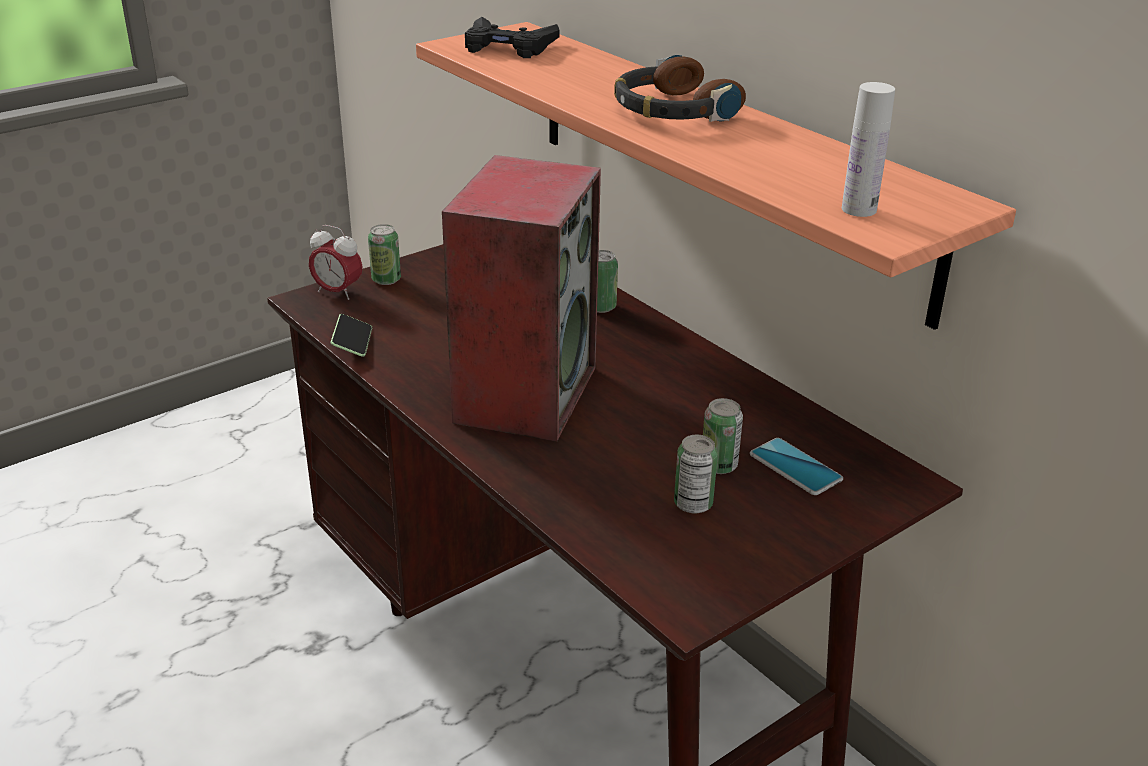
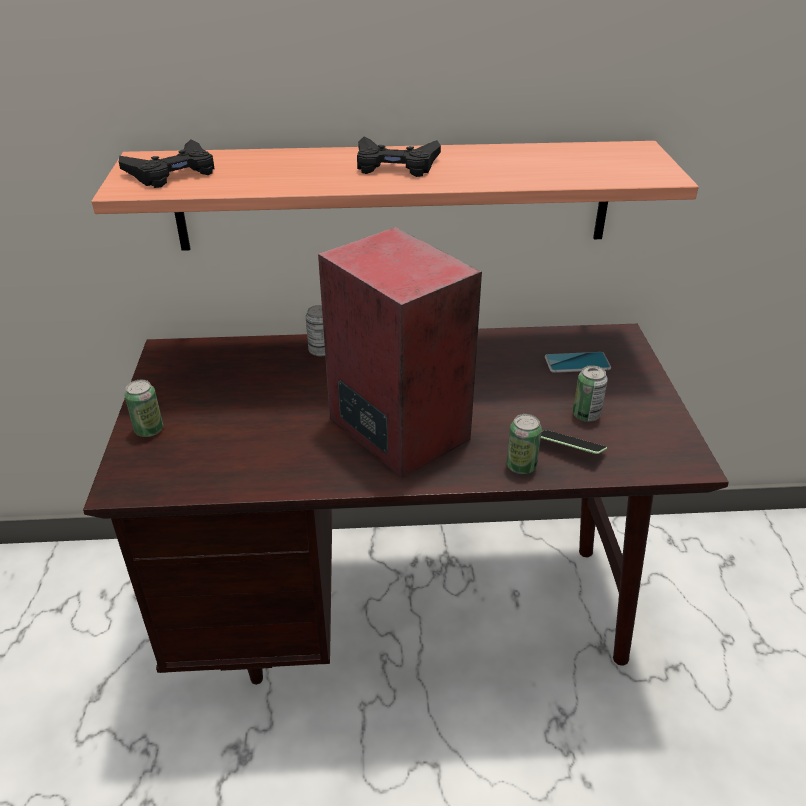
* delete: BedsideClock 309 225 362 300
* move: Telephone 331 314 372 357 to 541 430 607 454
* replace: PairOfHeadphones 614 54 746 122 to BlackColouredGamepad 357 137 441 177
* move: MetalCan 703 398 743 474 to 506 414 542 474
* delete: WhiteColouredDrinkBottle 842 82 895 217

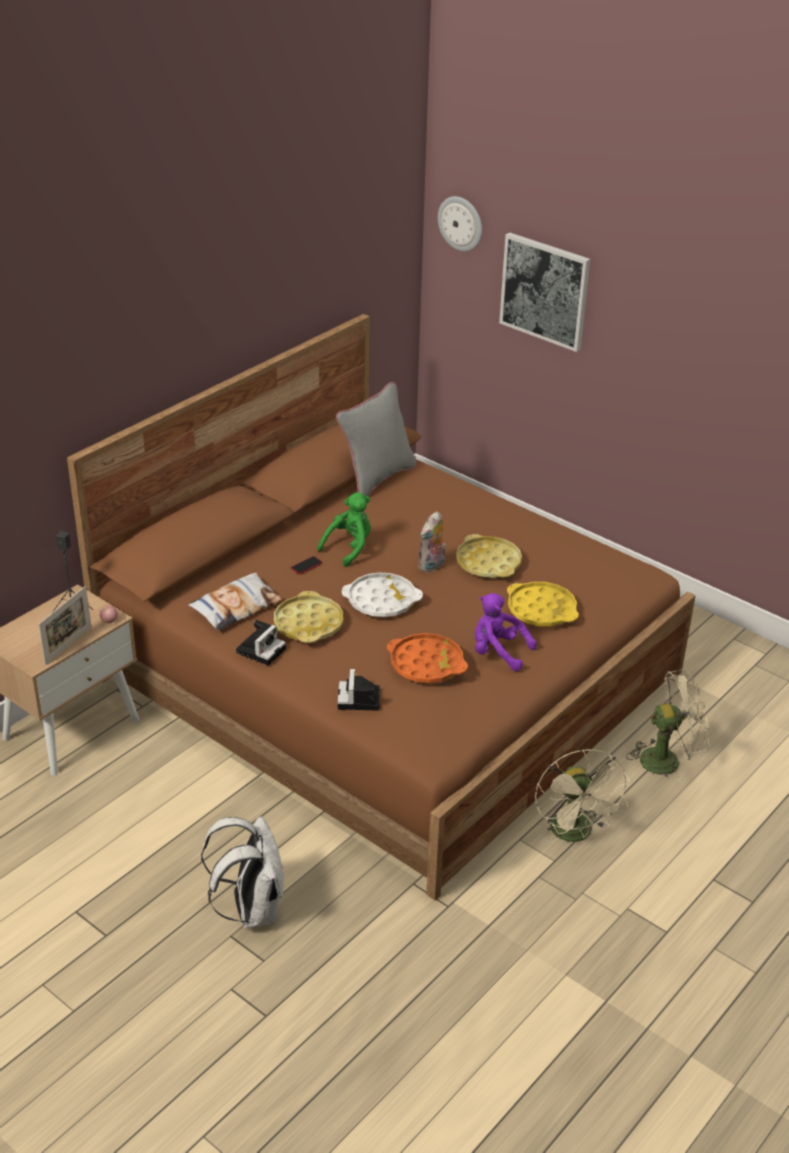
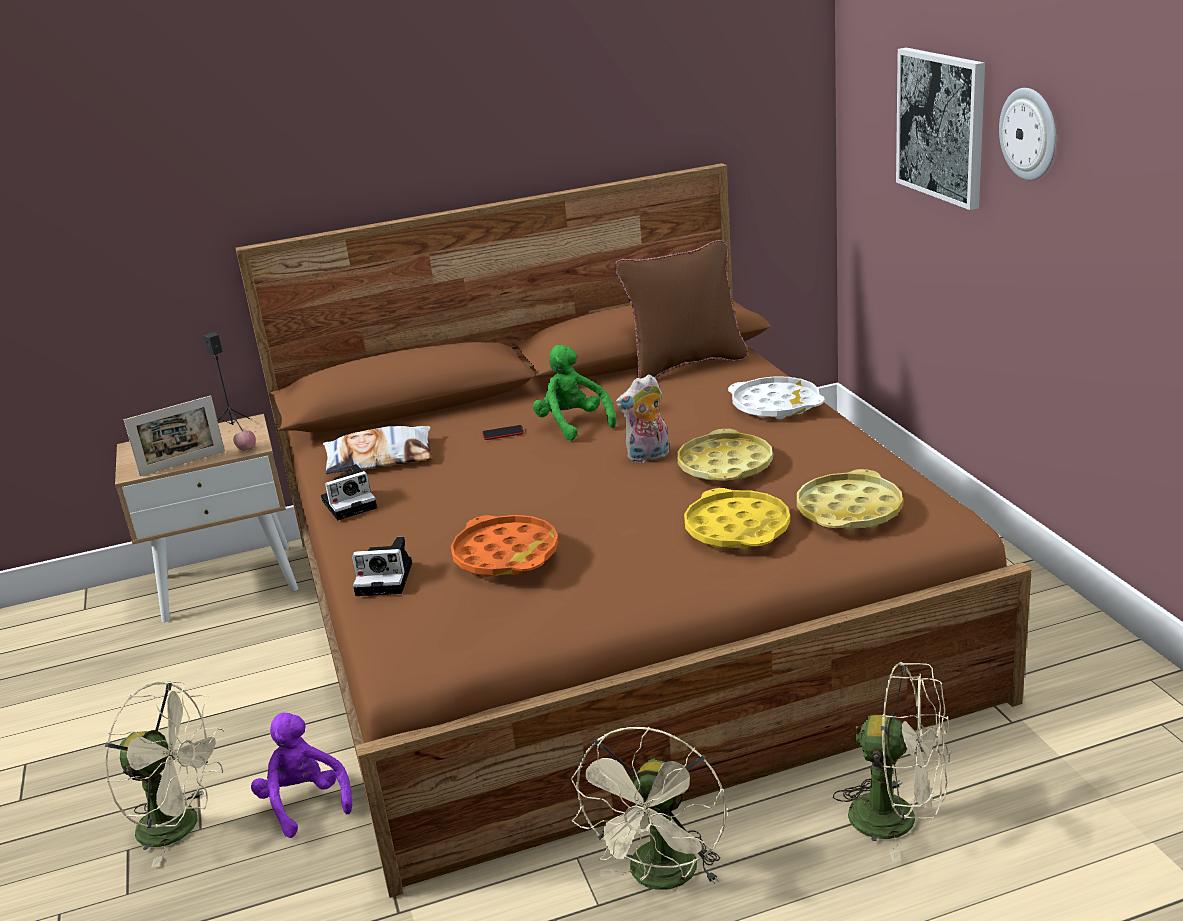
* replace: WhiteColouredBackpack 201 816 284 929 to BeigeColouredCoolingFan 105 681 224 868
* move: YellowCarryingTray 274 591 343 643 to 797 469 903 530
* rotate: GreenColouredSoftToy 317 492 371 567 = 533 345 616 441 105 degrees counterclockwise
* recolor: GreyishCushion 336 382 417 496 to BrownCushion 615 240 748 378
* rotate: PhotoCamera 337 669 381 711 = 352 537 412 596 120 degrees counterclockwise
* move: WhiteColouredCarryingTray 342 572 423 617 to 728 376 825 419
* move: HangingClock 438 196 482 251 to 999 88 1056 180
* move: PurplishSoftToy 475 593 537 671 to 251 713 352 838

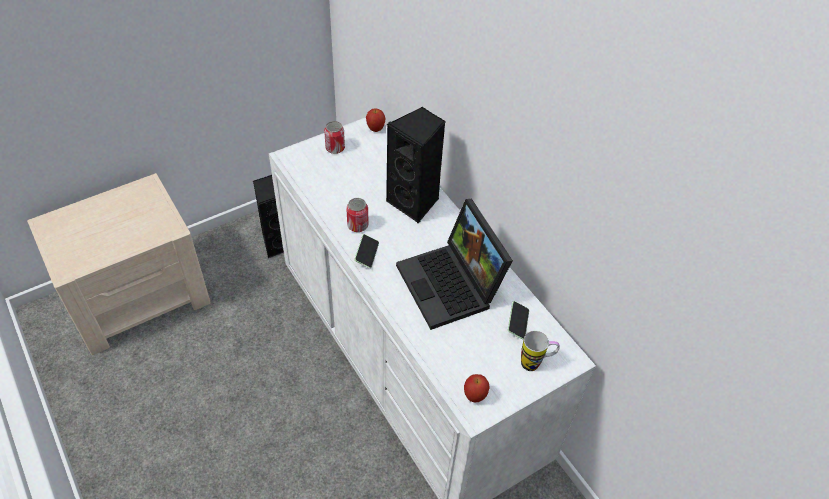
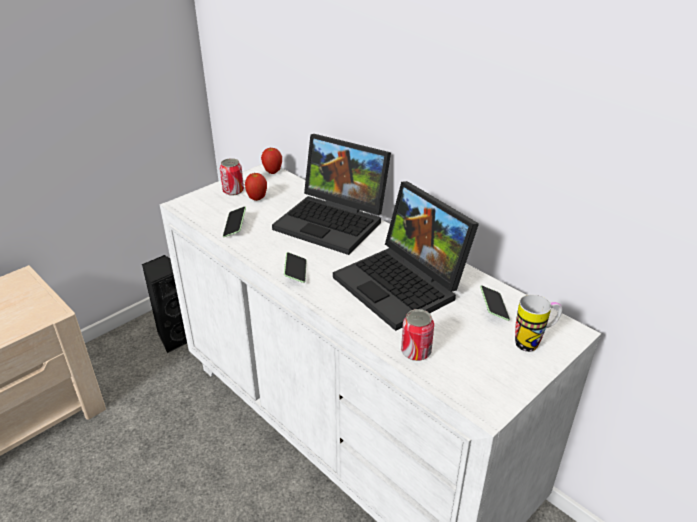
* move: MetalCan 346 198 369 232 to 401 309 434 361
* replace: BlackColouredSpeaker 386 107 445 223 to PortableComputer 272 134 391 255
* move: AppleFruit 464 374 490 402 to 245 172 267 201
* insert: Telephone 223 206 246 237

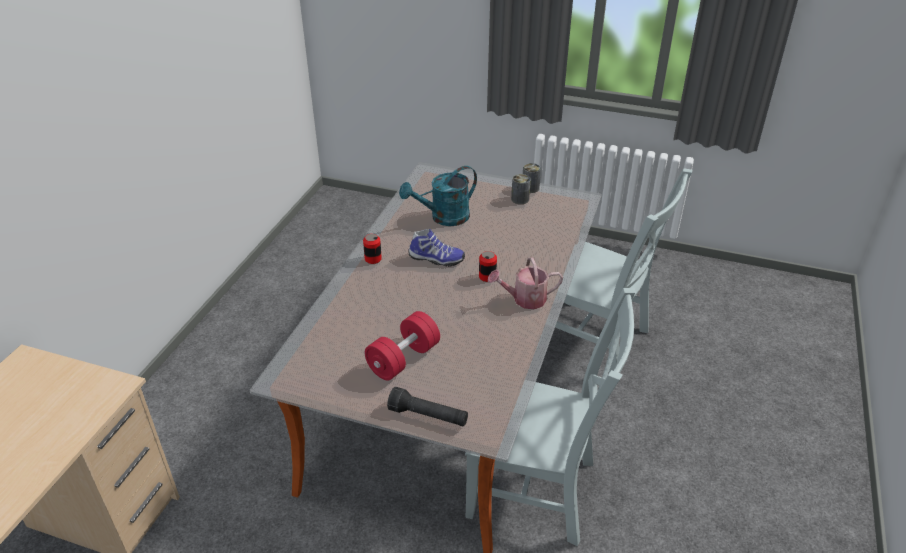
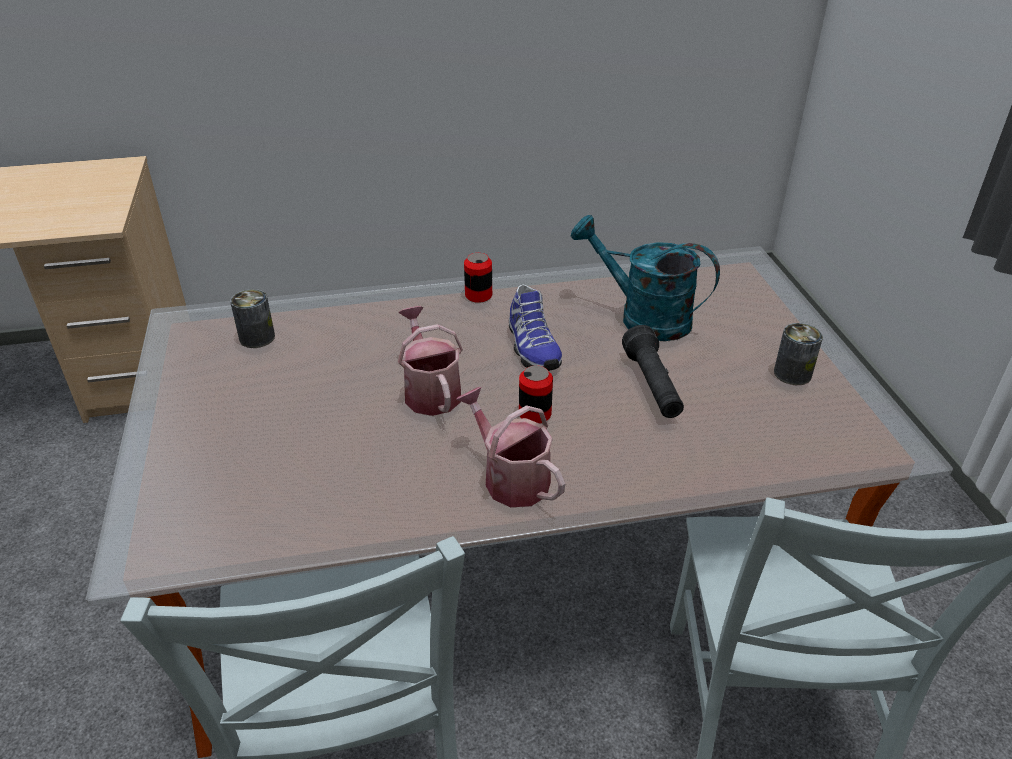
* delete: ReddishDumbbell 364 311 440 380
* move: BlackColouredHandTorch 387 387 468 426 to 622 325 684 418
* move: MetalCan 523 163 541 193 to 230 289 275 348
* insert: WateringCan 398 306 463 416

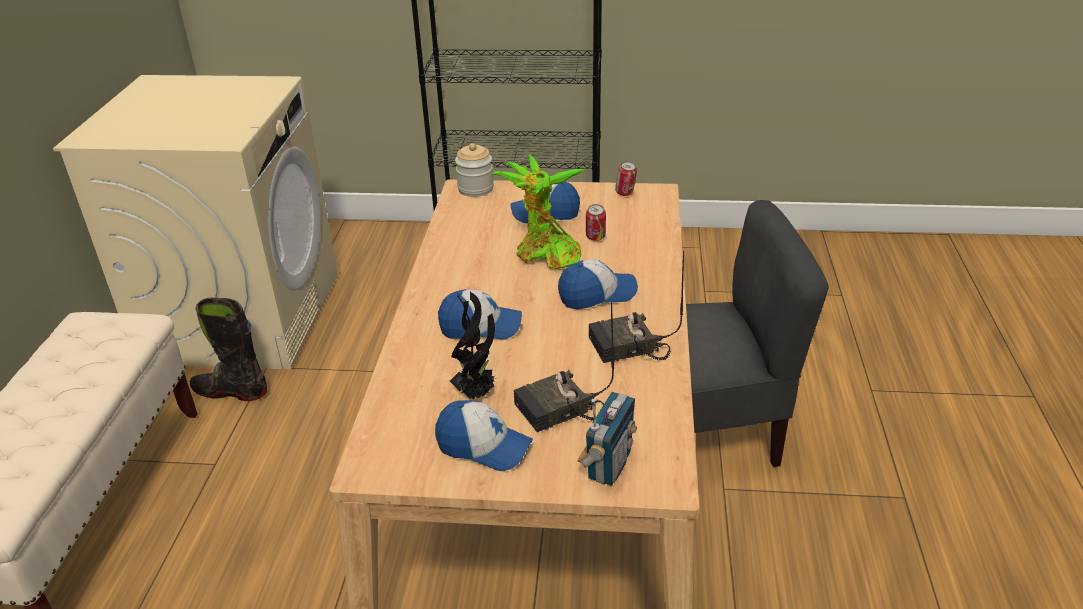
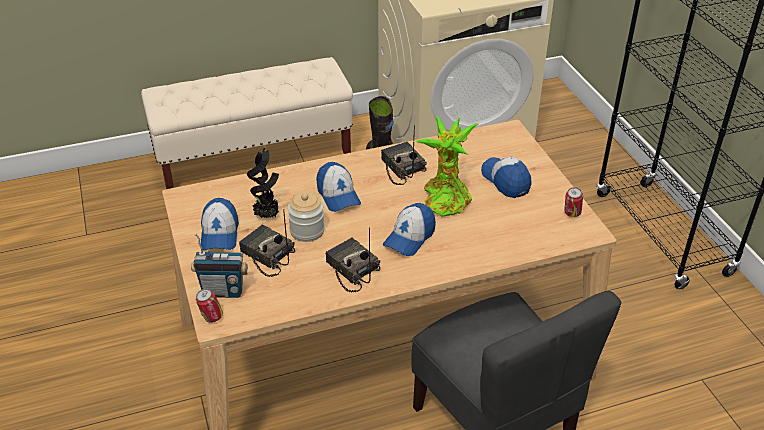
* move: Jar 455 143 494 197 to 288 192 325 242
* rotate: Cap 558 259 638 309 = 383 203 436 256 75 degrees clockwise
* move: MetalCan 586 204 606 241 to 196 289 223 323
* insert: Radio 381 124 427 185

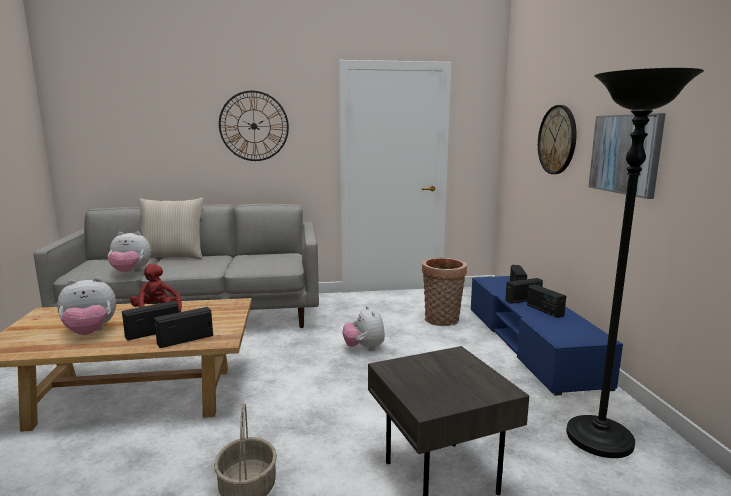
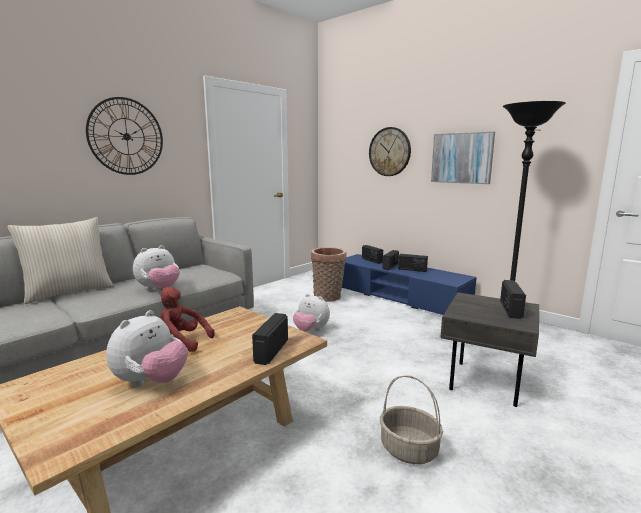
* move: SoftToy 108 231 151 272 to 133 245 180 291
* move: Radio 122 301 179 341 to 500 280 526 319

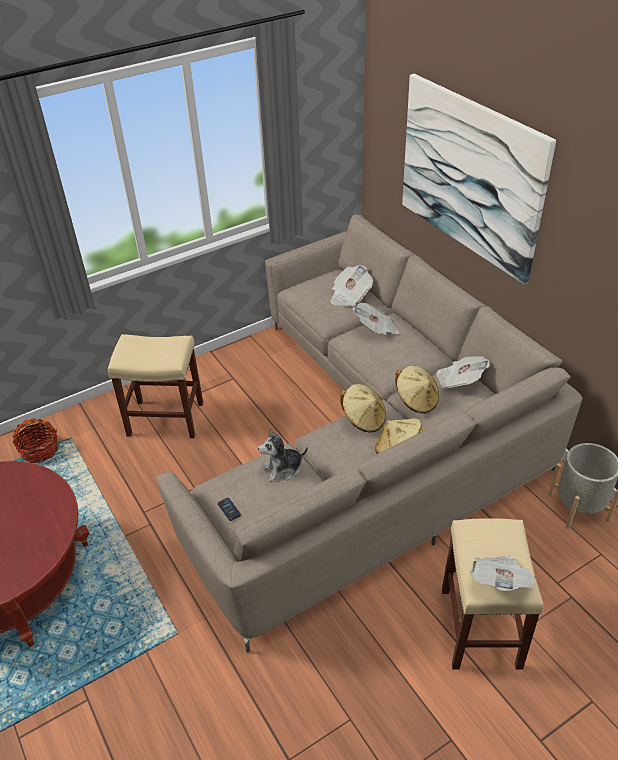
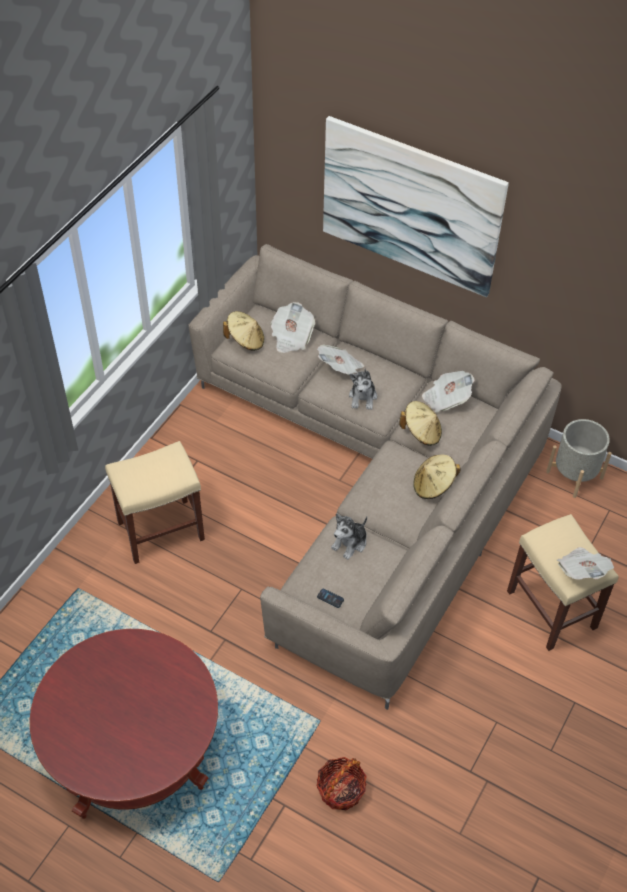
* move: StorageBasket 13 418 58 463 to 317 757 367 810
* move: BeigeColouredClothingHat 340 384 386 432 to 223 311 264 351
* insert: SoftToy 349 368 377 410

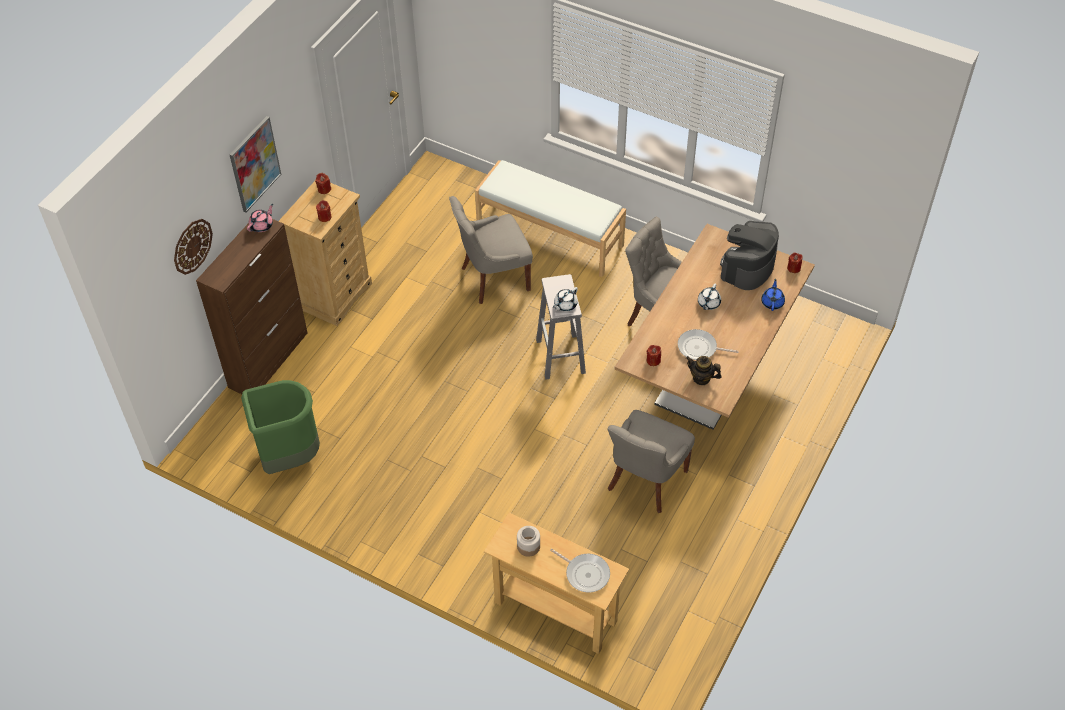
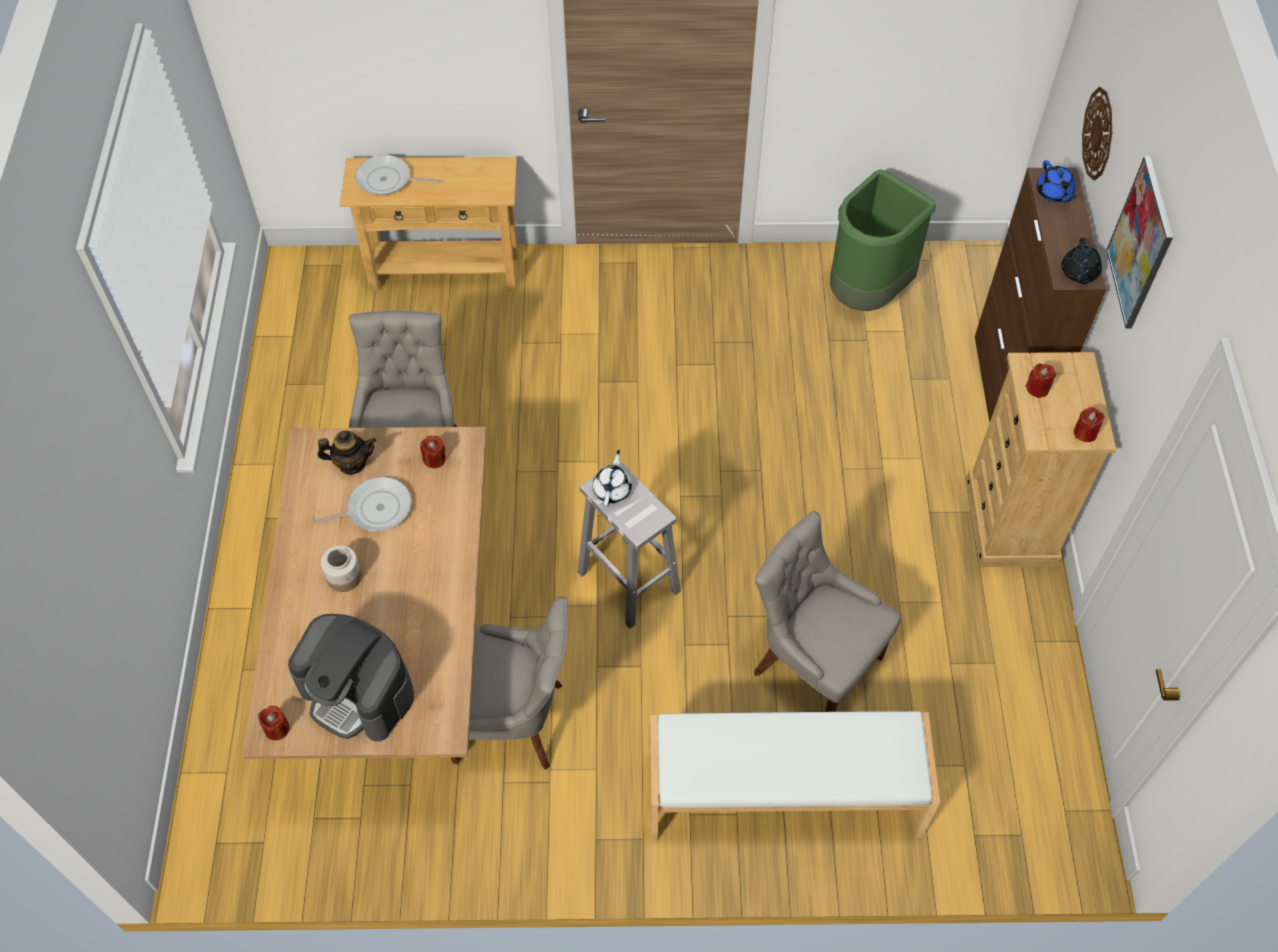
* recolor: PinkColouredPotForTea 247 204 273 232 to BlackColouredPotForTea 1062 238 1102 284
* rotate: GreyishPlainChair 449 196 533 304 = 754 511 901 712 90 degrees counterclockwise
* move: Jar 517 526 540 557 to 321 545 362 592
* delete: WhiteColouredPotForTea 698 284 721 310
* rotate: CoffeeMaker 720 221 779 290 = 288 614 414 741 120 degrees clockwise
* move: BlueColouredPotForTea 761 279 785 311 to 1037 160 1076 202

